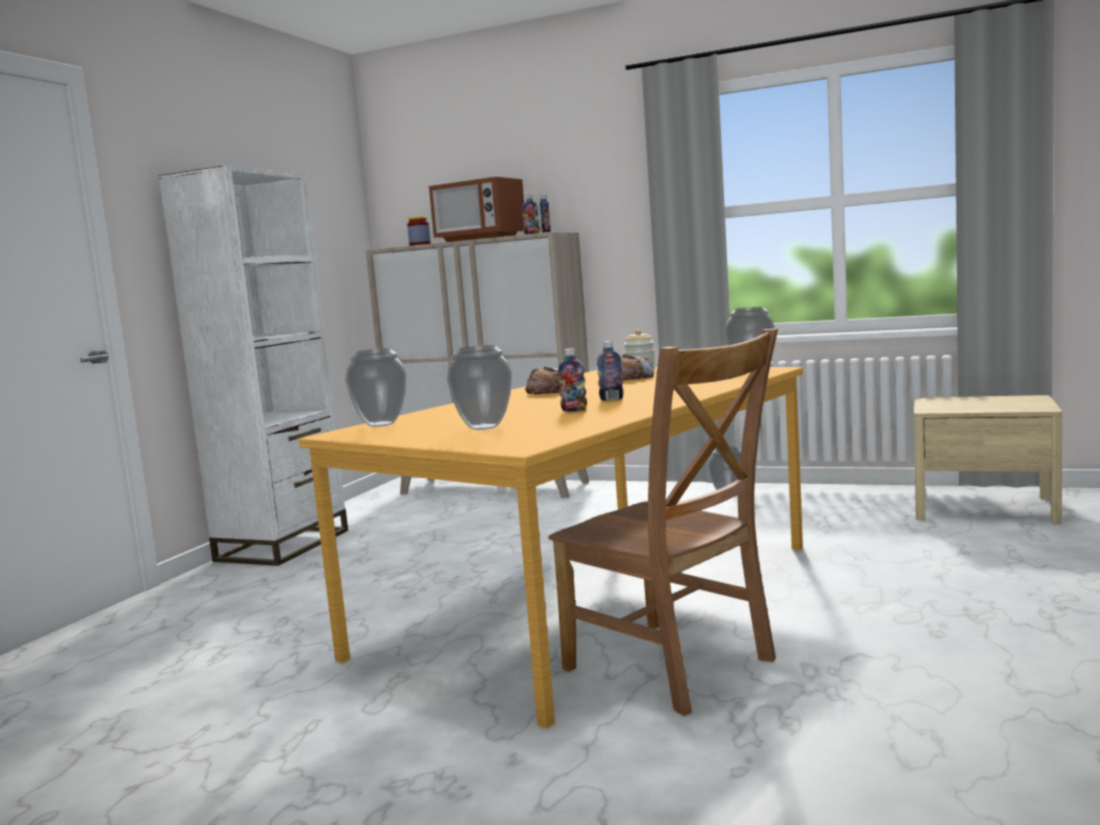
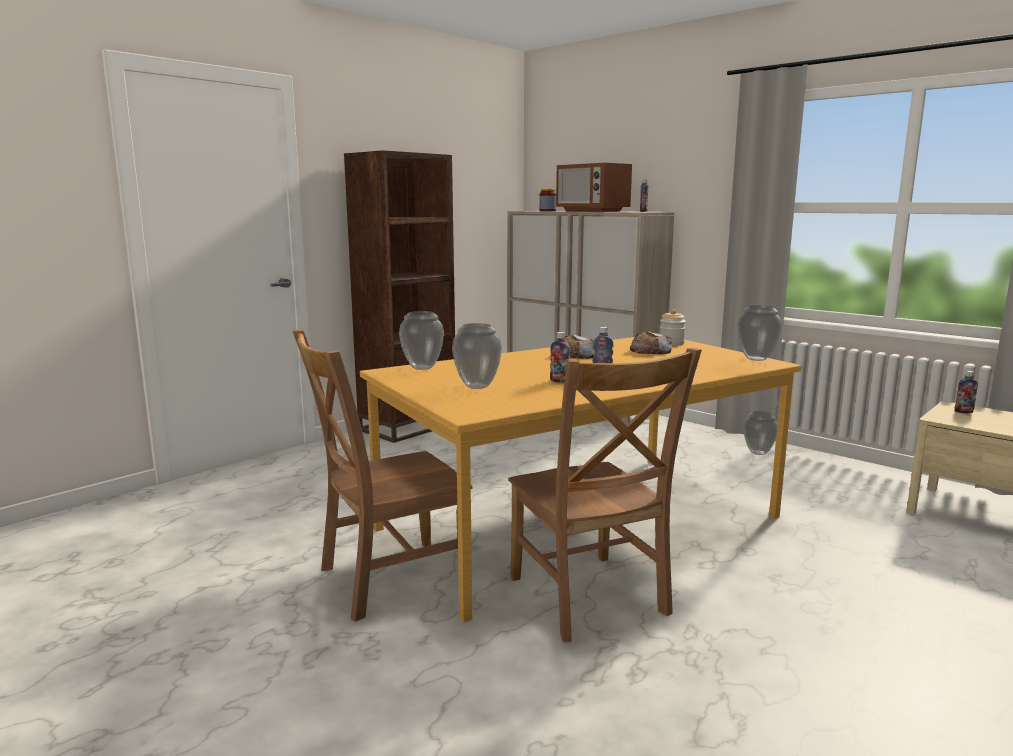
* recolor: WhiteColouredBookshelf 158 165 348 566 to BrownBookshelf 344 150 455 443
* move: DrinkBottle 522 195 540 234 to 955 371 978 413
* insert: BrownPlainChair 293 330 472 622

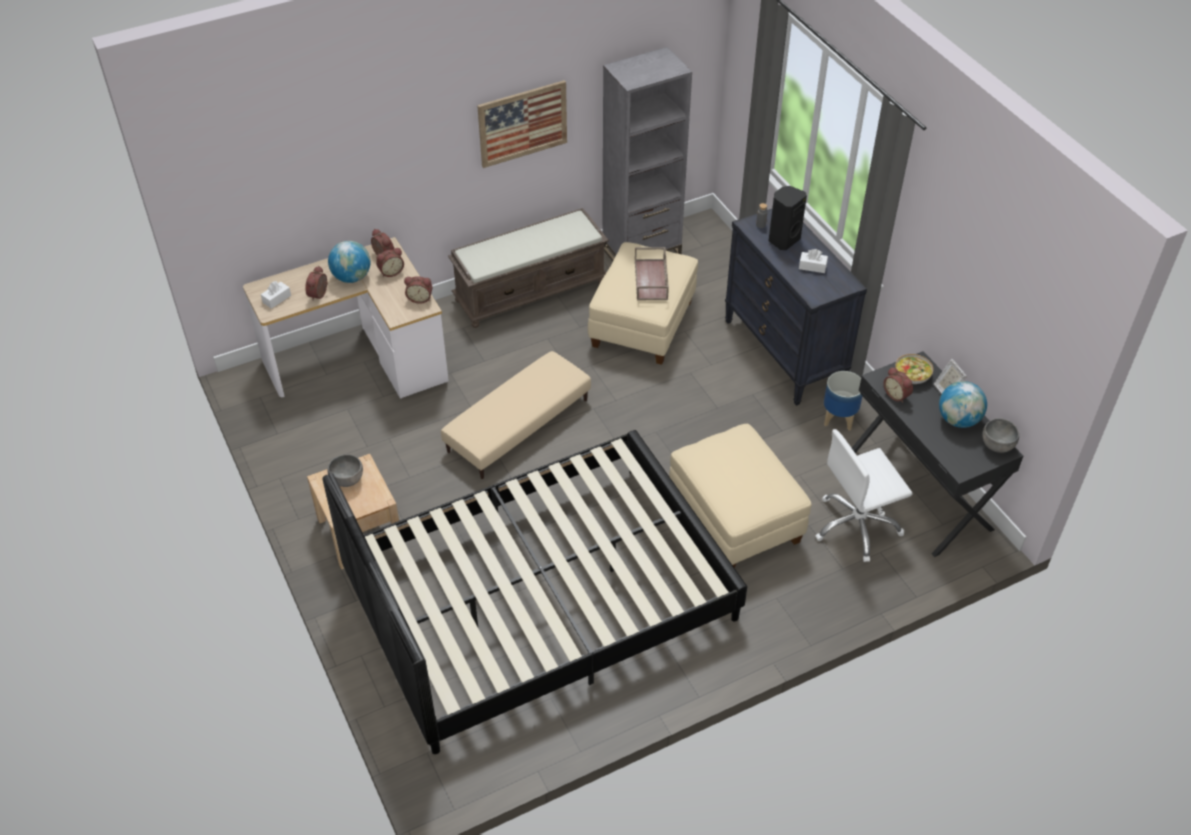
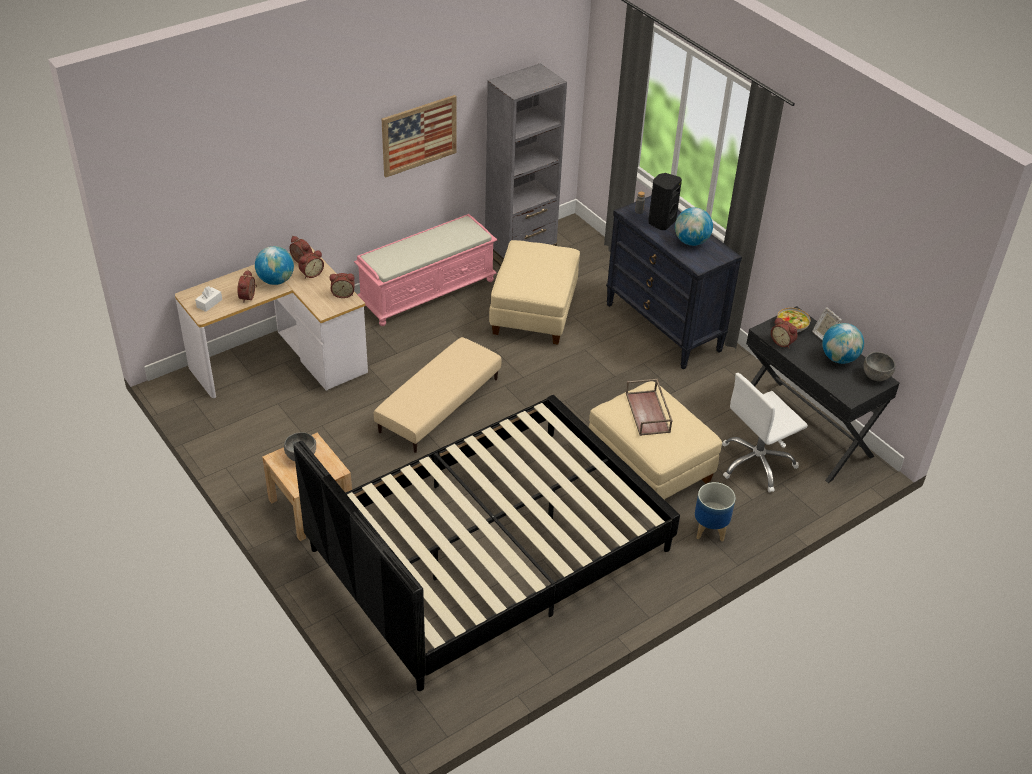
* recolor: BrownLongSeat 448 208 609 328 to PinkColouredLongSeat 354 214 497 326
* move: BrownCarryingTray 635 247 669 300 to 626 379 673 436
* replace: WhiteColouredTissueHolder 799 249 828 273 to Globe 675 207 713 246
* move: FlowerPot 824 371 862 431 to 695 482 735 542

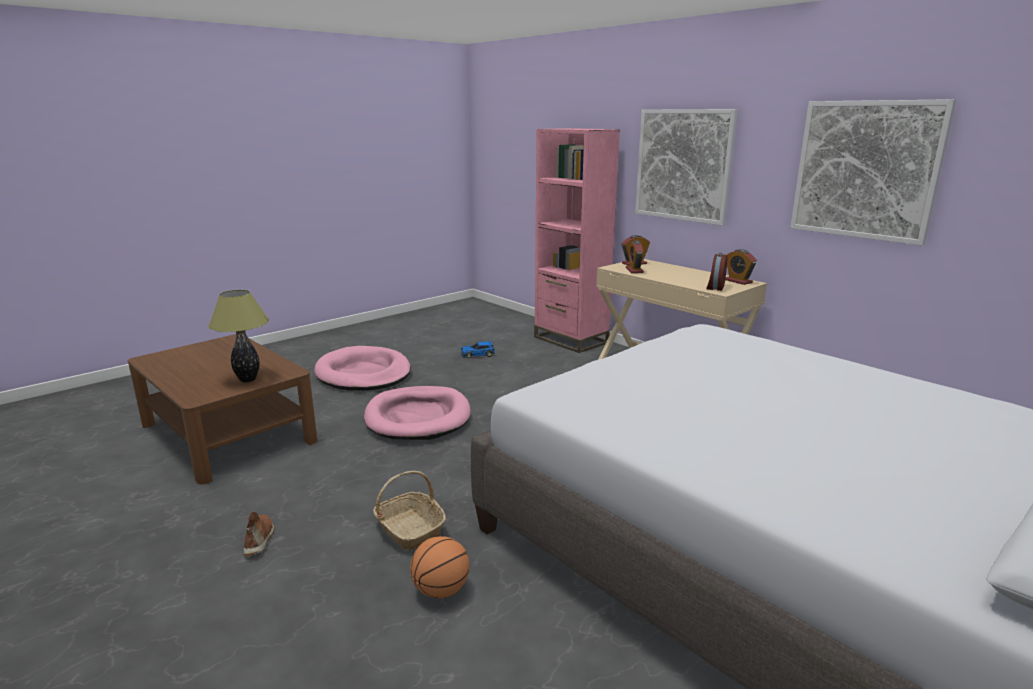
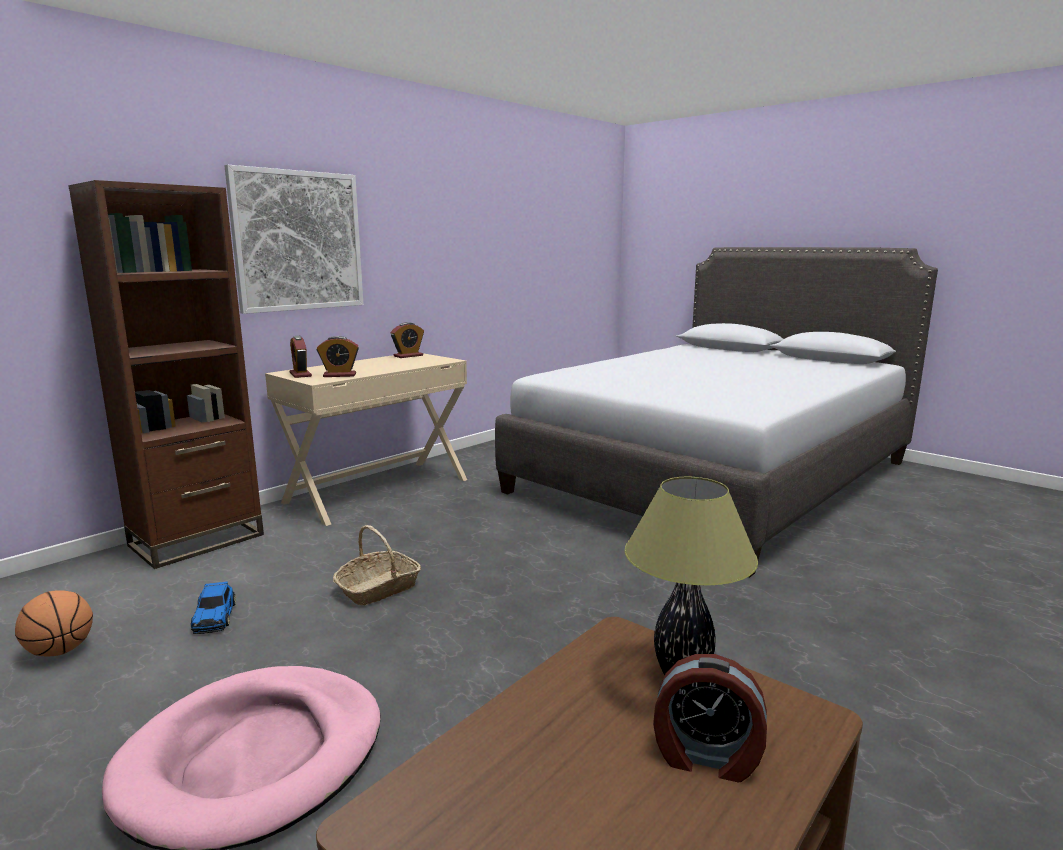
* delete: BrownShoe 243 512 275 557
* delete: PinkColouredPetBed 364 386 471 440
* move: StorageBasket 373 471 446 551 to 333 525 421 605
* move: Basketball 410 536 470 598 to 15 590 93 657
* recolor: PinkColouredBookshelf 534 128 620 353 to BrownBookshelf 68 180 264 569
* move: BedsideClock 706 253 727 291 to 653 654 767 783
* delete: WallPicture 790 99 956 245

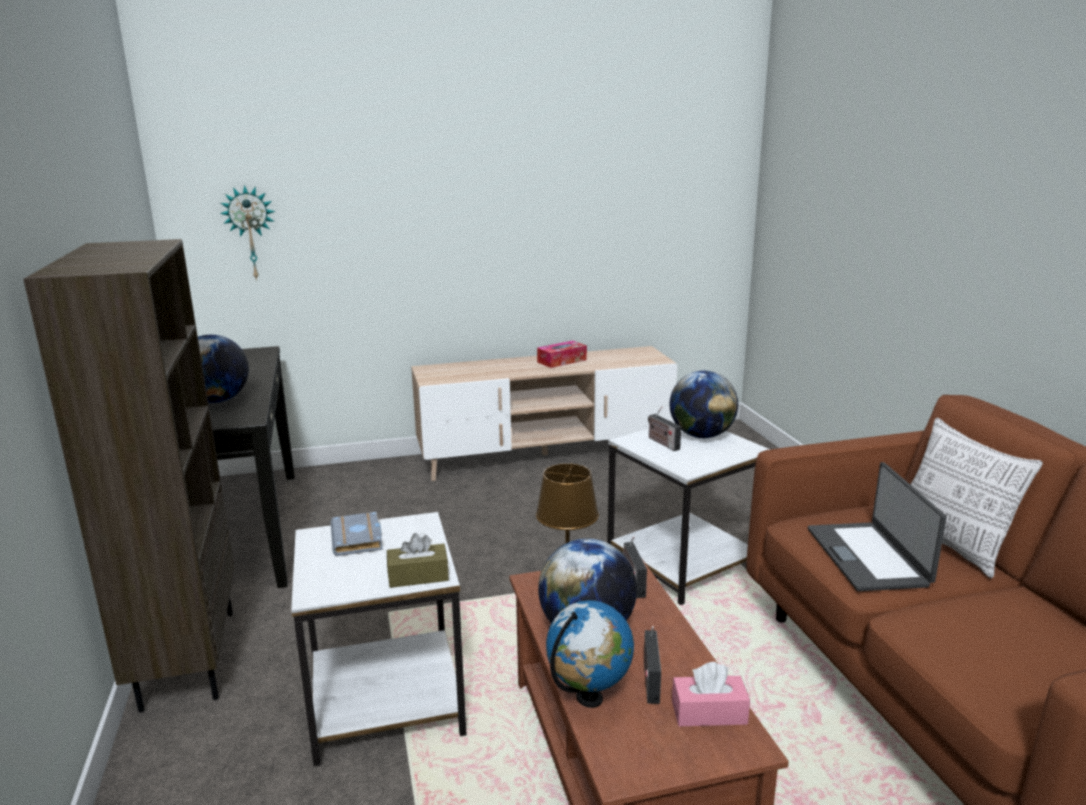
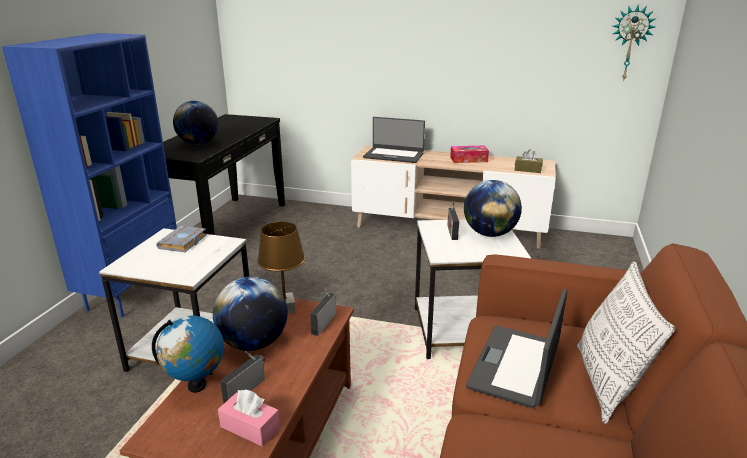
* recolor: BrownBookshelf 23 239 235 713 to BlueColouredBookshelf 2 33 177 317
* move: HangingClock 220 185 275 281 to 613 5 656 79
* move: BrownTissueHolder 387 533 449 588 to 515 149 543 173
* insert: PortableComputer 363 117 425 163

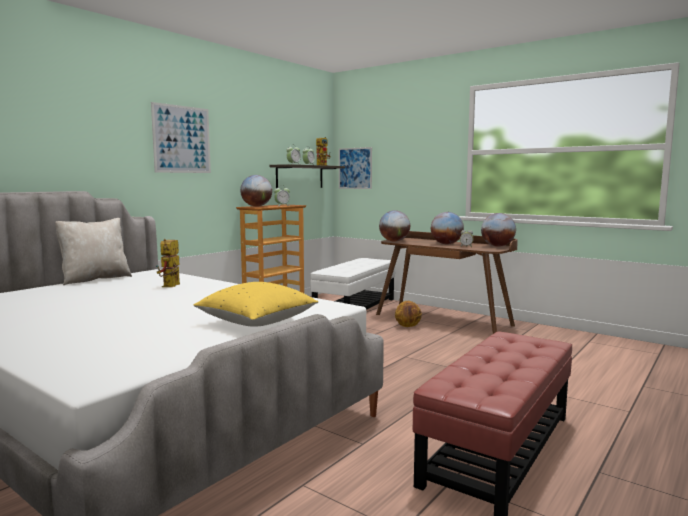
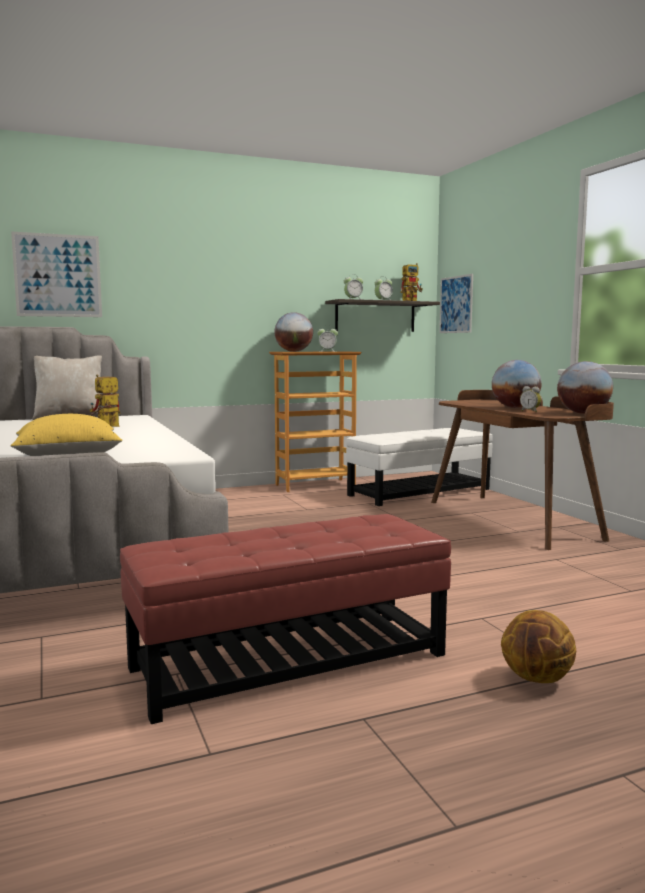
* move: WallPicture 151 102 211 173 to 11 231 102 317
* delete: Globe 379 210 410 242
* move: Basketball 395 301 422 327 to 501 610 576 683

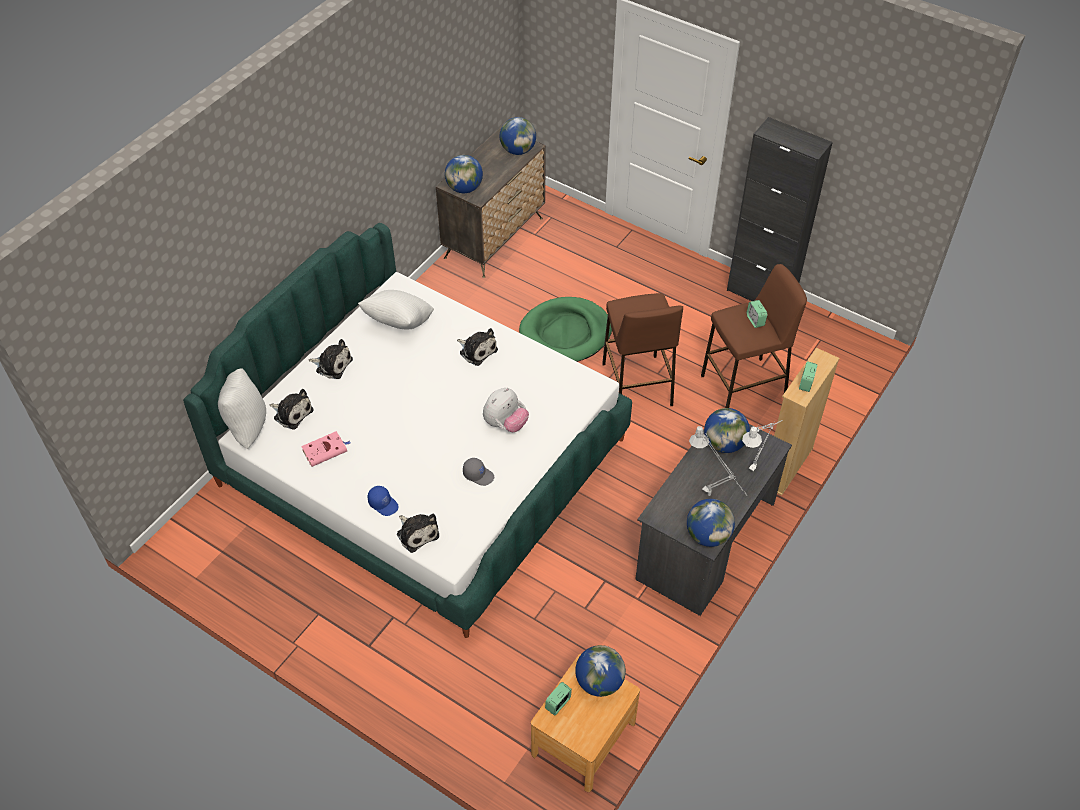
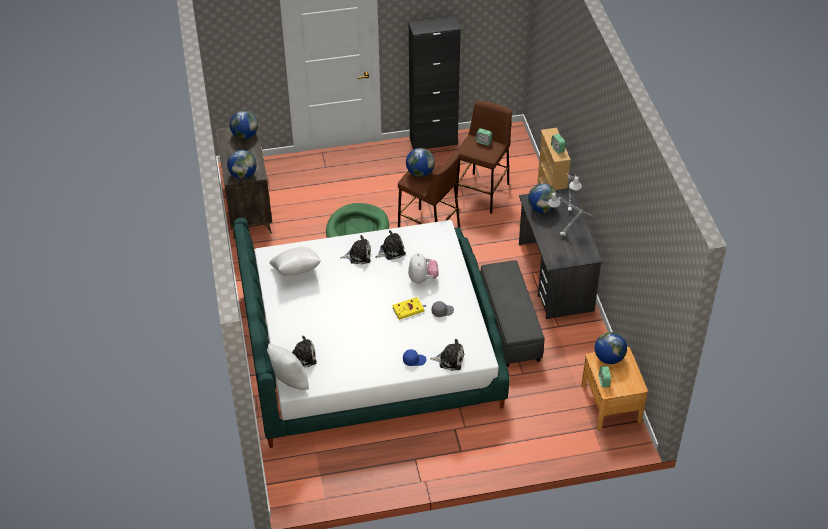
* delete: PinkColouredBoundBook 301 431 350 467
* move: SoftToy 308 339 353 379 to 375 230 406 260
* move: Globe 687 499 735 547 to 406 148 435 177
* insert: YellowBoundBook 392 297 426 320
* insert: GreyishOttoman 480 260 545 367

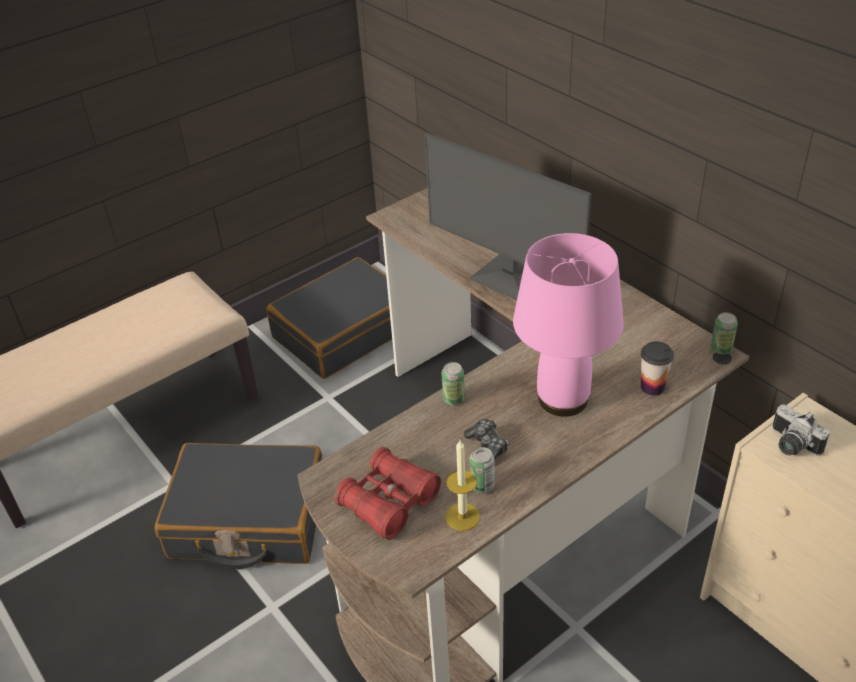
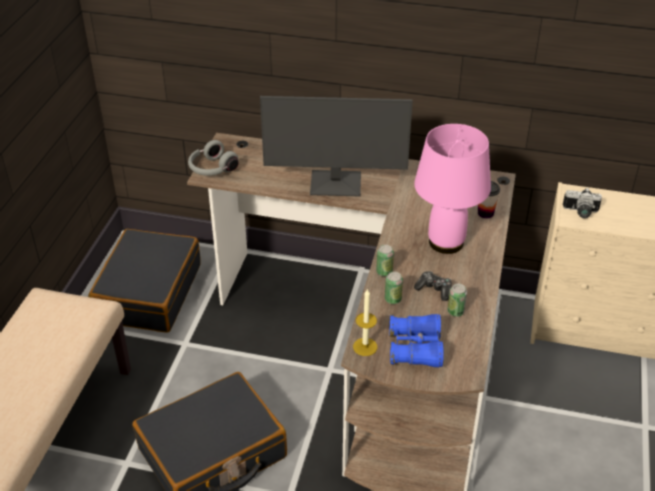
* recolor: ReddishFieldGlasses 334 447 441 540 to BlueColouredFieldGlasses 389 314 444 368
* move: WaxLight 446 440 480 531 to 353 289 377 356
* move: MetalCan 711 312 738 354 to 385 271 403 304
* insert: GreyishPairOfHeadphones 188 140 238 176

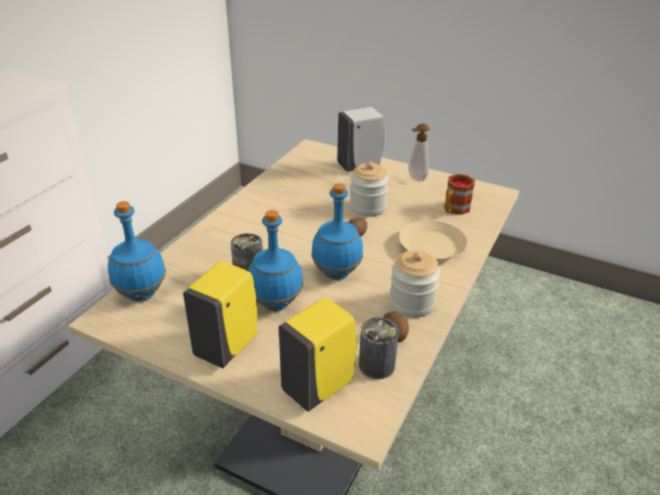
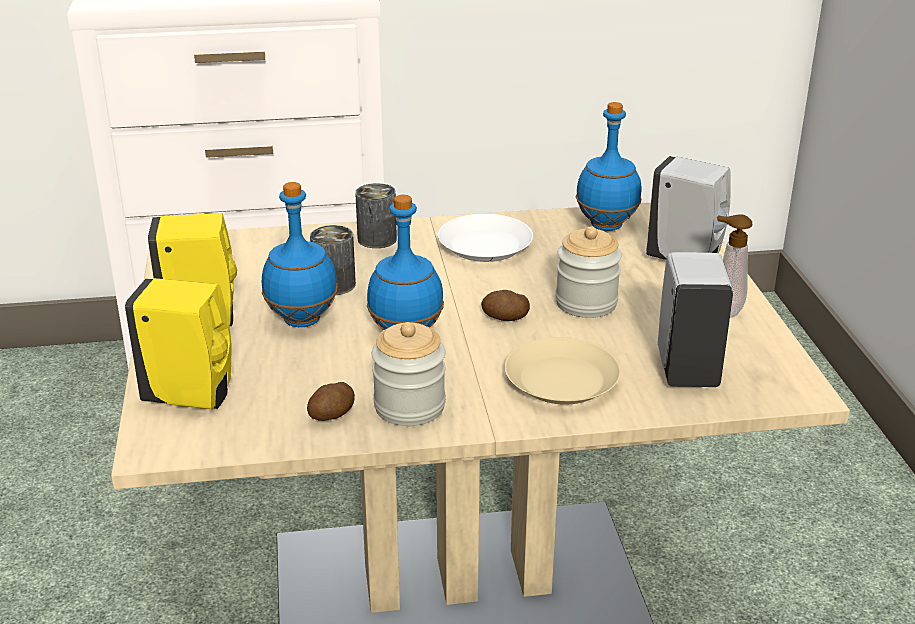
* move: BlueColouredDrinkBottle 108 201 166 302 to 576 102 641 231
* move: MetalCan 359 317 399 379 to 355 183 397 248
* replace: Mug 444 174 475 215 to WhiteColouredSoapBottle 658 252 733 387
* insert: WhiteColouredFlatDish 438 214 533 262

